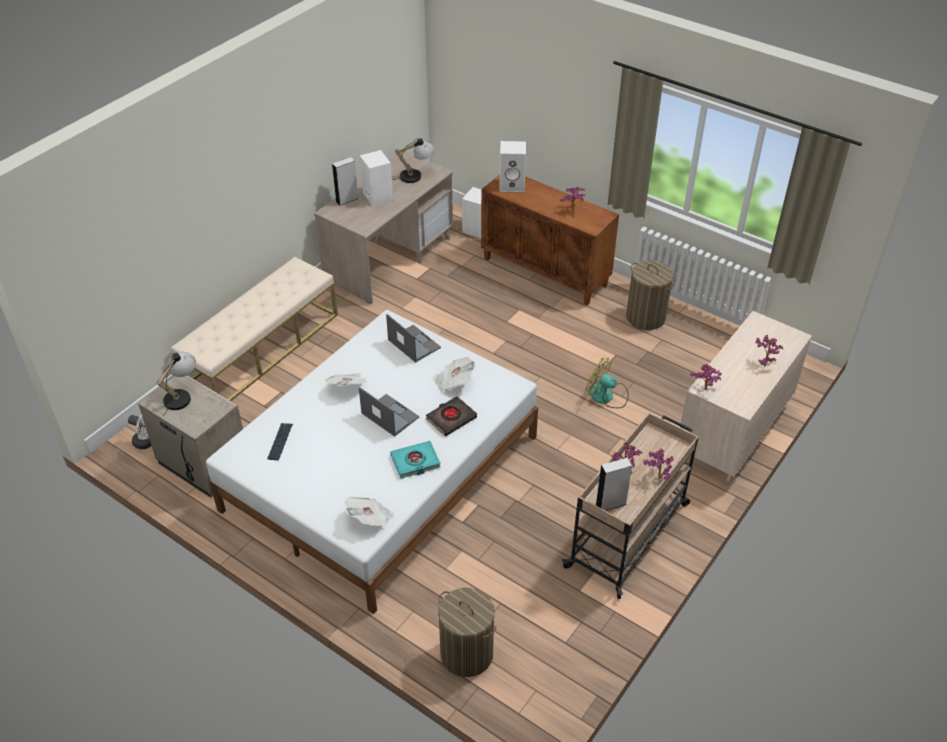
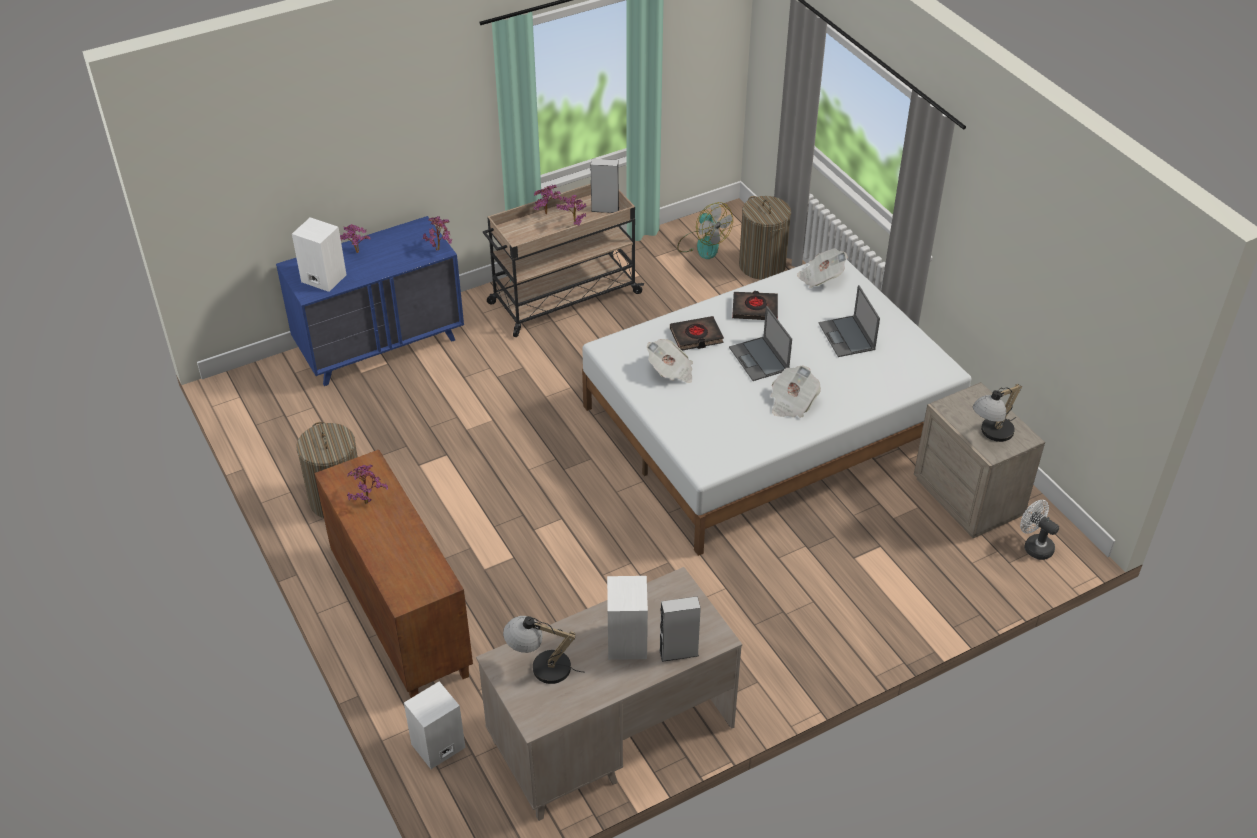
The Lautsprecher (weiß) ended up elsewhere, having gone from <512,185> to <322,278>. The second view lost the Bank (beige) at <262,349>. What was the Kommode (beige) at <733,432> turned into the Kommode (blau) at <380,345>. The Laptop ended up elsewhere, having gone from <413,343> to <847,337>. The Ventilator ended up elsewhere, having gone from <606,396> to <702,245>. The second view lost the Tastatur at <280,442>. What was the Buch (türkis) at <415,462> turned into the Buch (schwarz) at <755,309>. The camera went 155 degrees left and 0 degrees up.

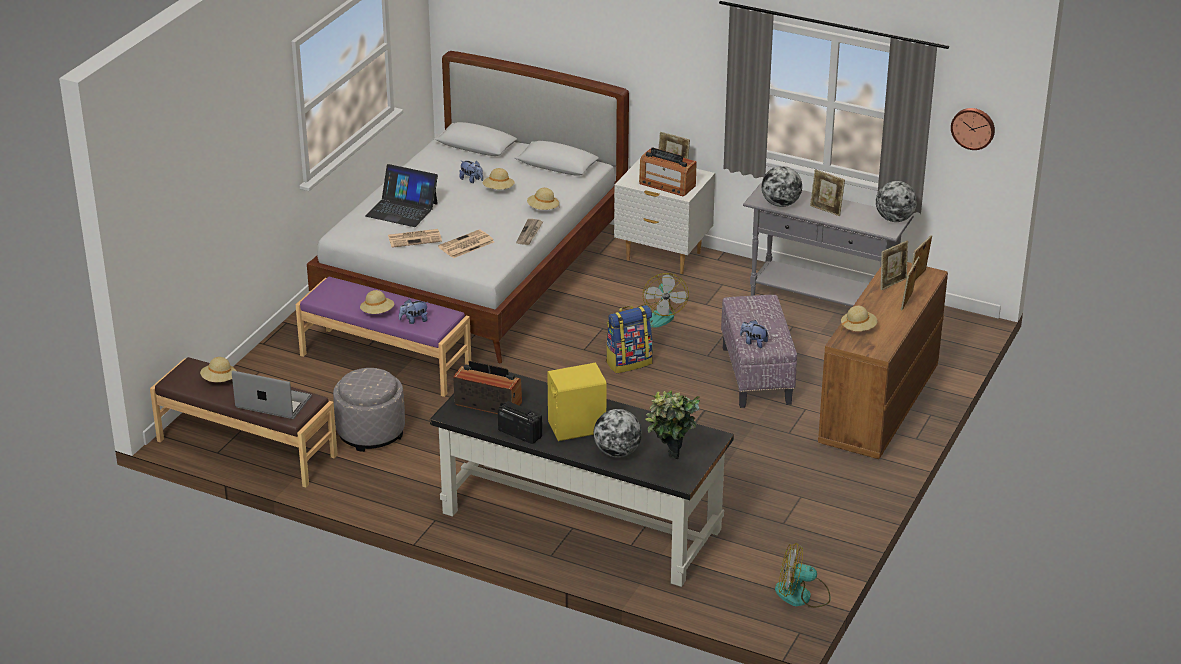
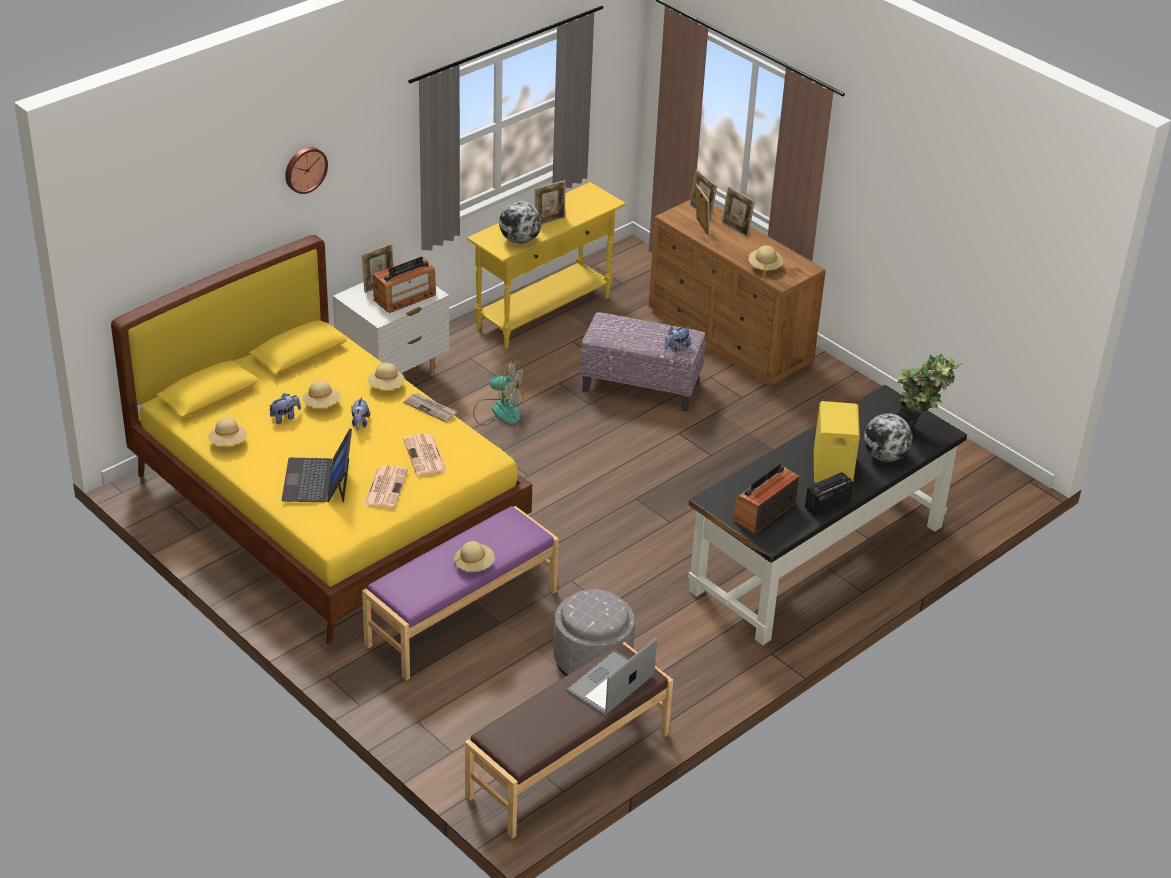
What was the Bett (weiß) at <475,273> turned into the Bett (gelb) at <328,507>. The Wanduhr ended up elsewhere, having gone from <973,128> to <304,169>. The Laptop at <402,209> ended up facing another way, 135 degrees clockwise from before. The second view lost the Globus at <894,219>. What was the Konsolentisch (grau) at <822,303> turned into the Konsolentisch (gelb) at <544,313>. The Plüschtier ended up elsewhere, having gone from <414,320> to <360,423>. The second view lost the Rucksack at <629,362>. The Hut (beige) ended up elsewhere, having gone from <219,380> to <228,443>. The second view lost the Ventilator at <802,595>. The camera went 70 degrees left and 5 degrees up.

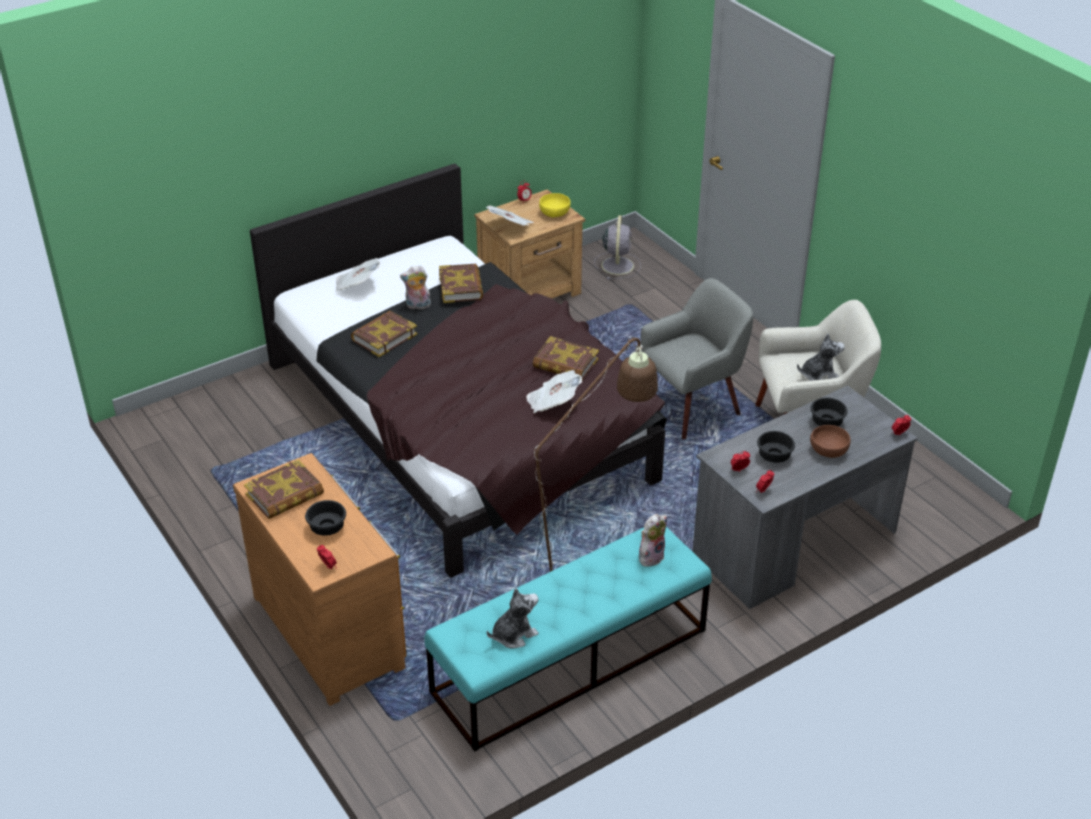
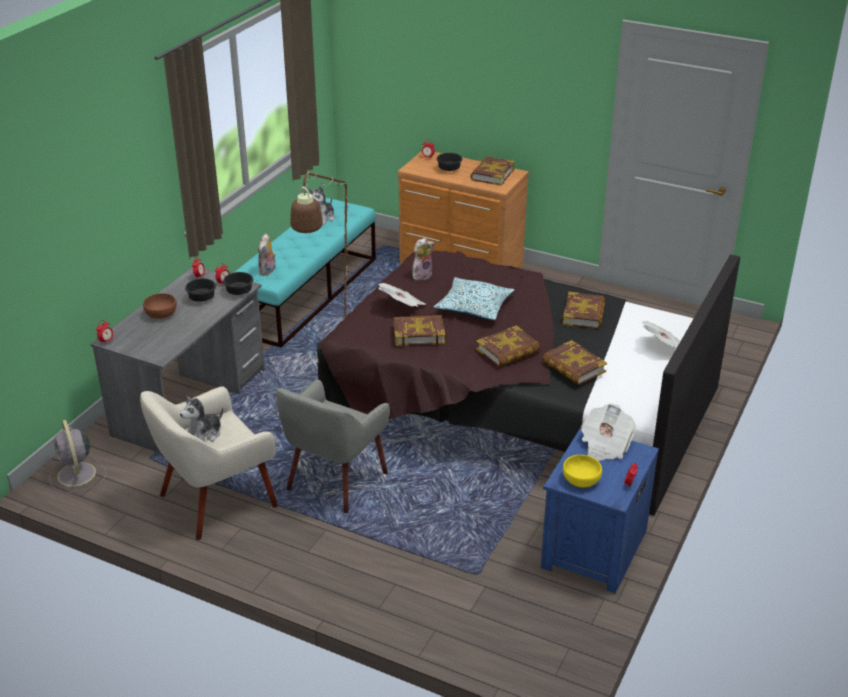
What was the Nachttisch (braun) at <531,291> turned into the Nachttisch (blau) at <592,549>. The Ventilator (grau) ended up elsewhere, having gone from <617,265> to <77,475>. The Plüschtier ended up elsewhere, having gone from <417,306> to <422,275>. The Schüssel (schwarz) ended up elsewhere, having gone from <827,421> to <239,292>. The second view gained the Kissen at <474,307>. The second view gained the Buch at <508,351>. The camera went 150 degrees right and 5 degrees down.

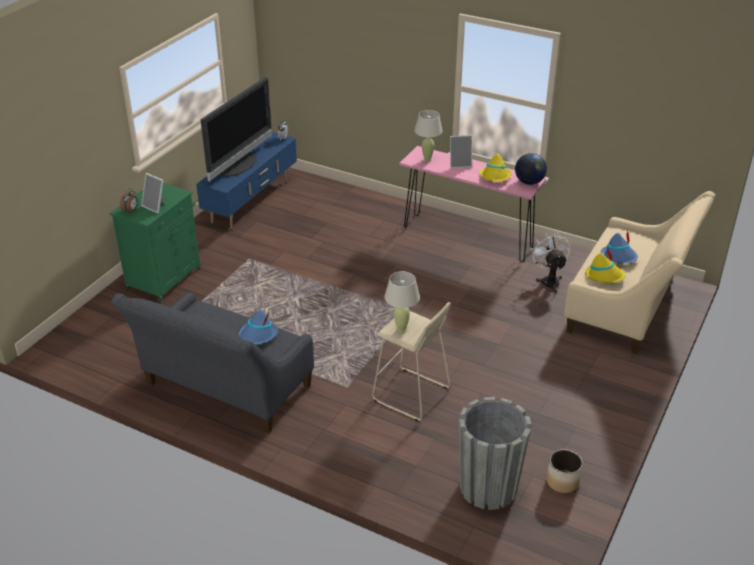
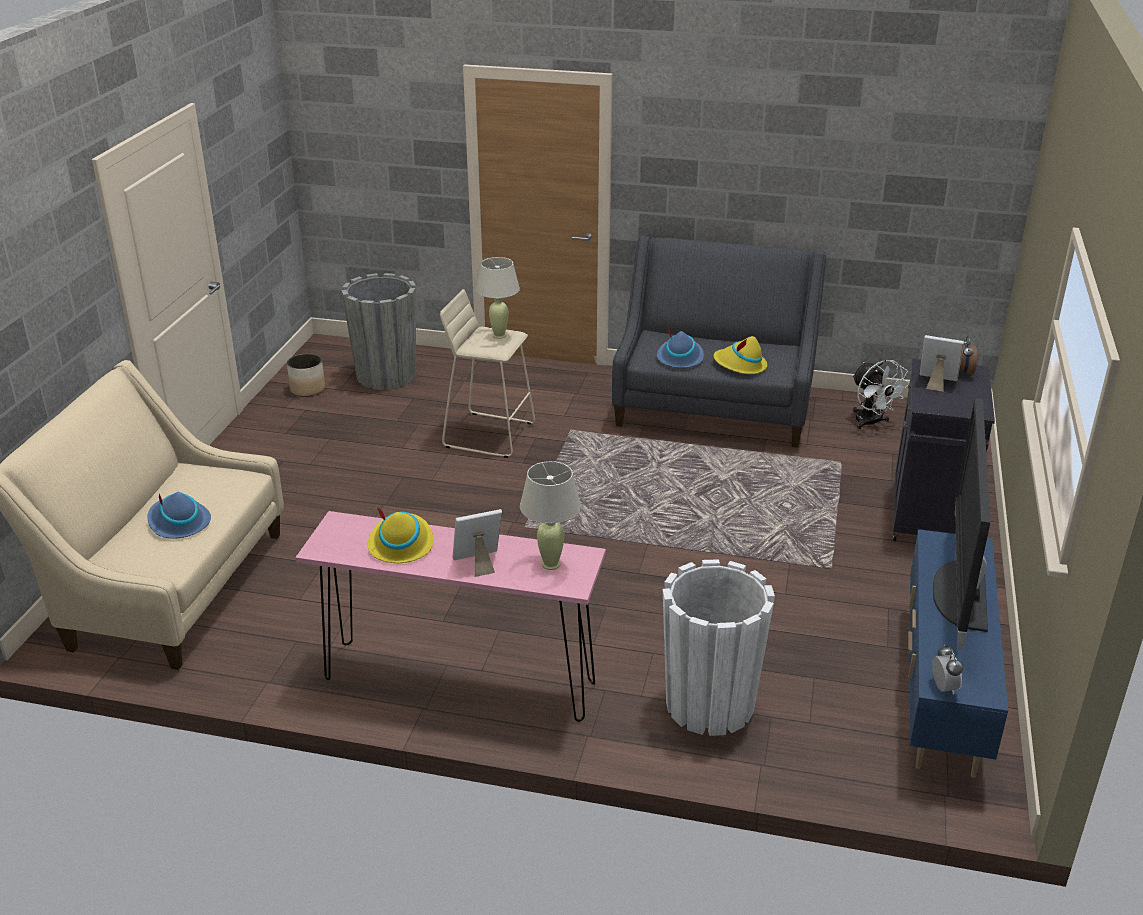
The second view lost the Globus at <529,182>. What was the Schrank (grün) at <165,278> turned into the Schrank (schwarz) at <928,518>. The Ventilator (weiß) ended up elsewhere, having gone from <549,280> to <871,423>. The Hut (gelb) ended up elsewhere, having gone from <604,276> to <740,365>. The second view gained the Pflanzkübel (weiß) at <709,705>. The camera went 165 degrees right and 5 degrees down.

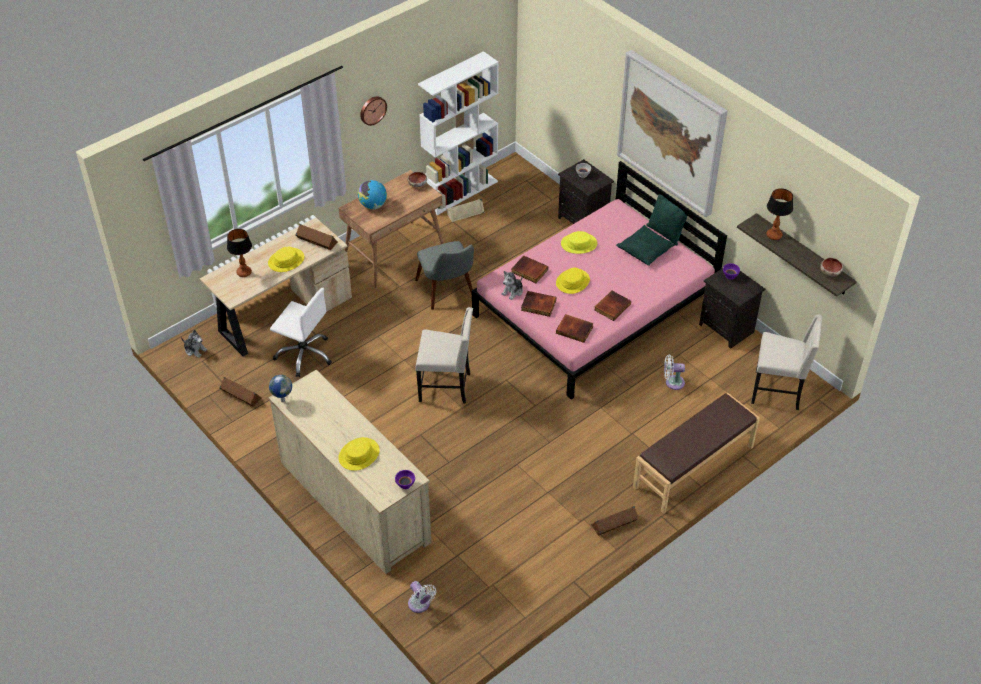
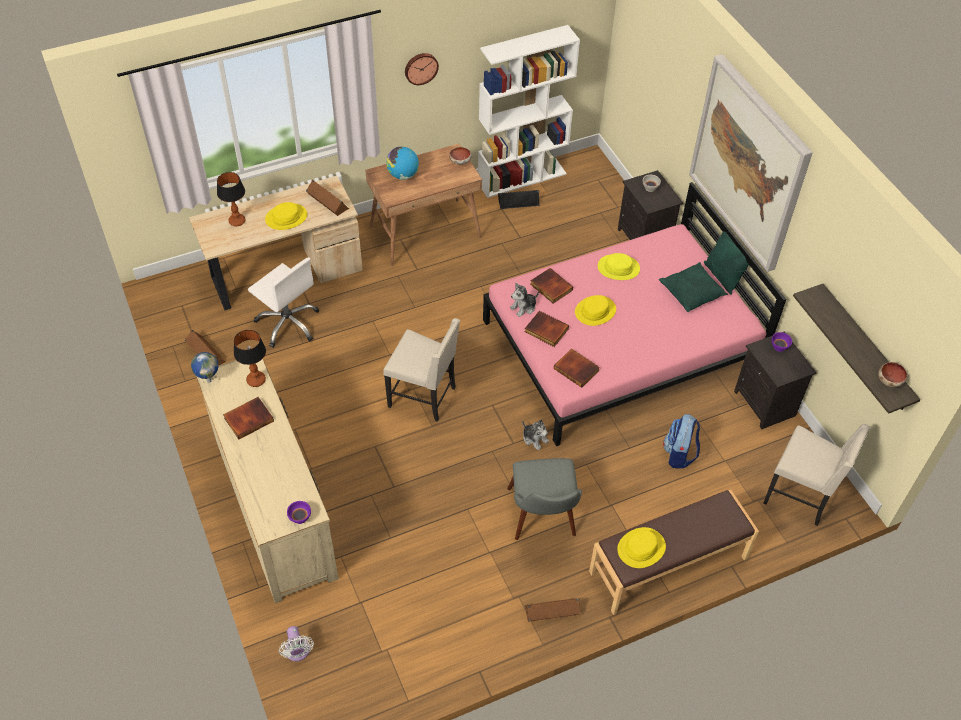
The Tischlampe ended up elsewhere, having gone from <774,235> to <256,380>. What was the Lautsprecher (beige) at <465,212> turned into the Lautsprecher (schwarz) at <518,201>. The Stuhl (grau) ended up elsewhere, having gone from <448,294> to <543,520>. The Buch ended up elsewhere, having gone from <612,306> to <248,419>. The Plüschtier ended up elsewhere, having gone from <195,350> to <534,438>. Where the Ventilator (weiß) stood at <672,382>, the Rucksack came to stand at <679,454>. The Hut (gelb) ended up elsewhere, having gone from <359,455> to <641,548>. The camera went 15 degrees right and 5 degrees up.

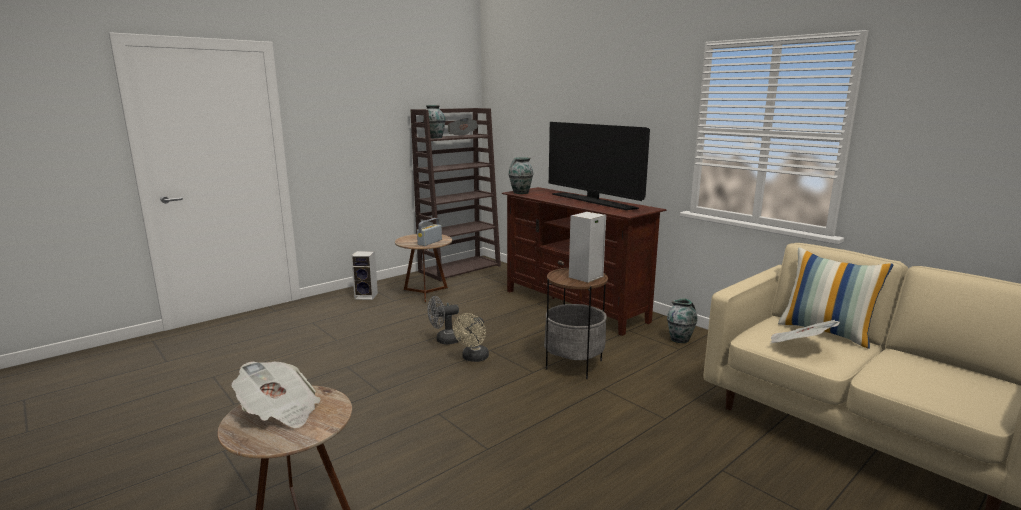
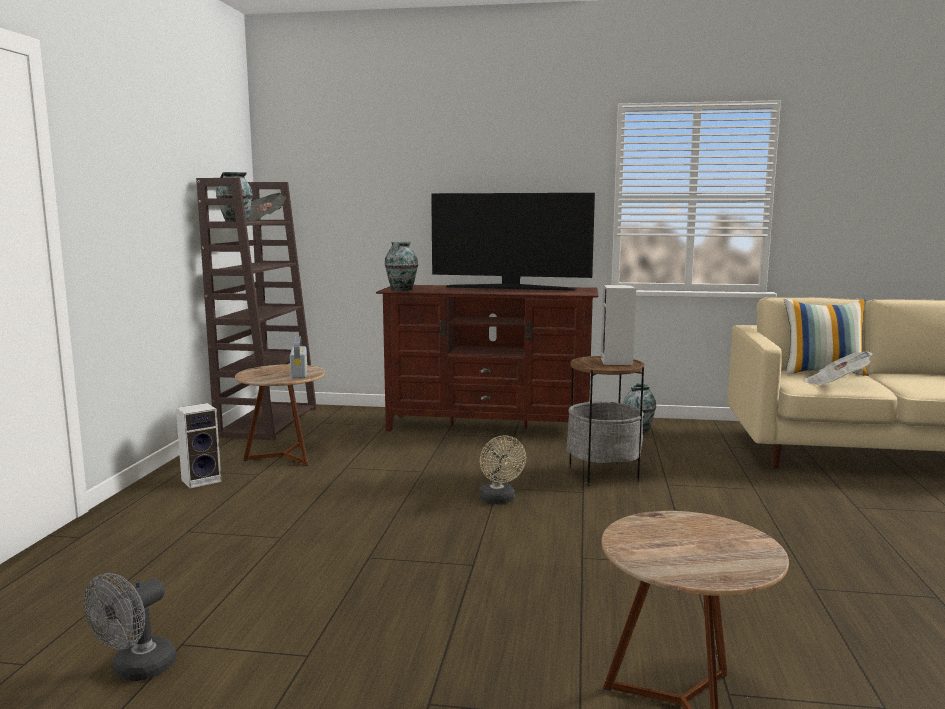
The Ventilator (grau) ended up elsewhere, having gone from <444,340> to <136,671>. The second view lost the Zeitung at <280,412>. The camera went 40 degrees left and 5 degrees down.

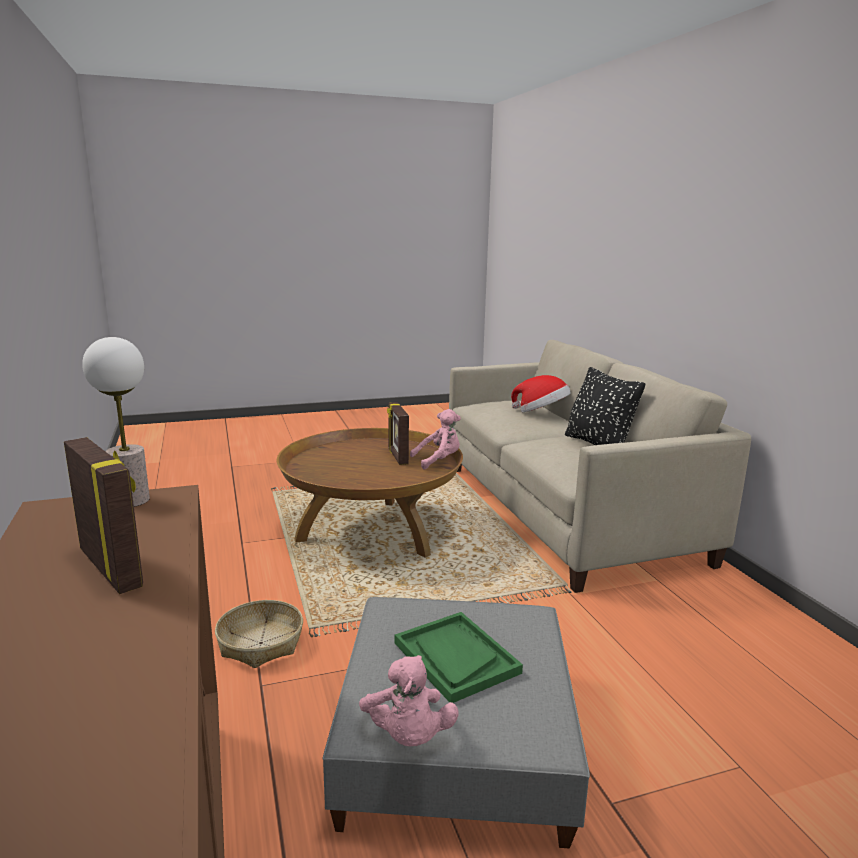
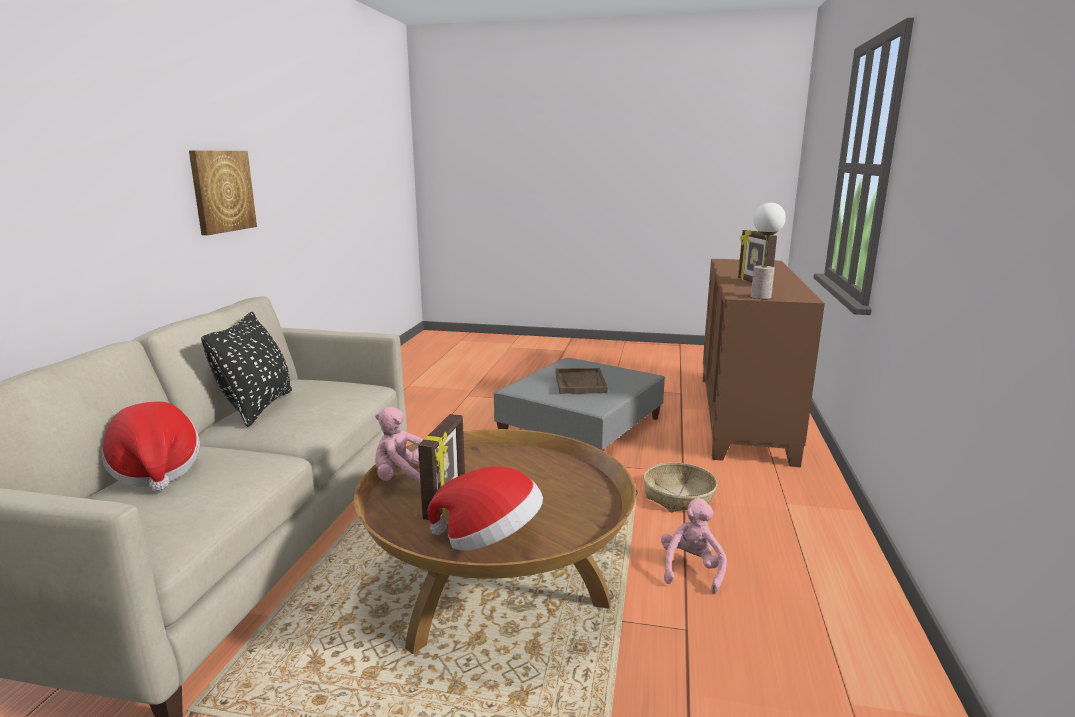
What was the Tablett (grün) at <455,658> turned into the Tablett (braun) at <580,383>. The Plüschtier (rosa) ended up elsewhere, having gone from <408,736> to <691,570>. The second view gained the Bild at <222,191>. The second view gained the Hut at <490,539>. The camera went 150 degrees left and 0 degrees up.

